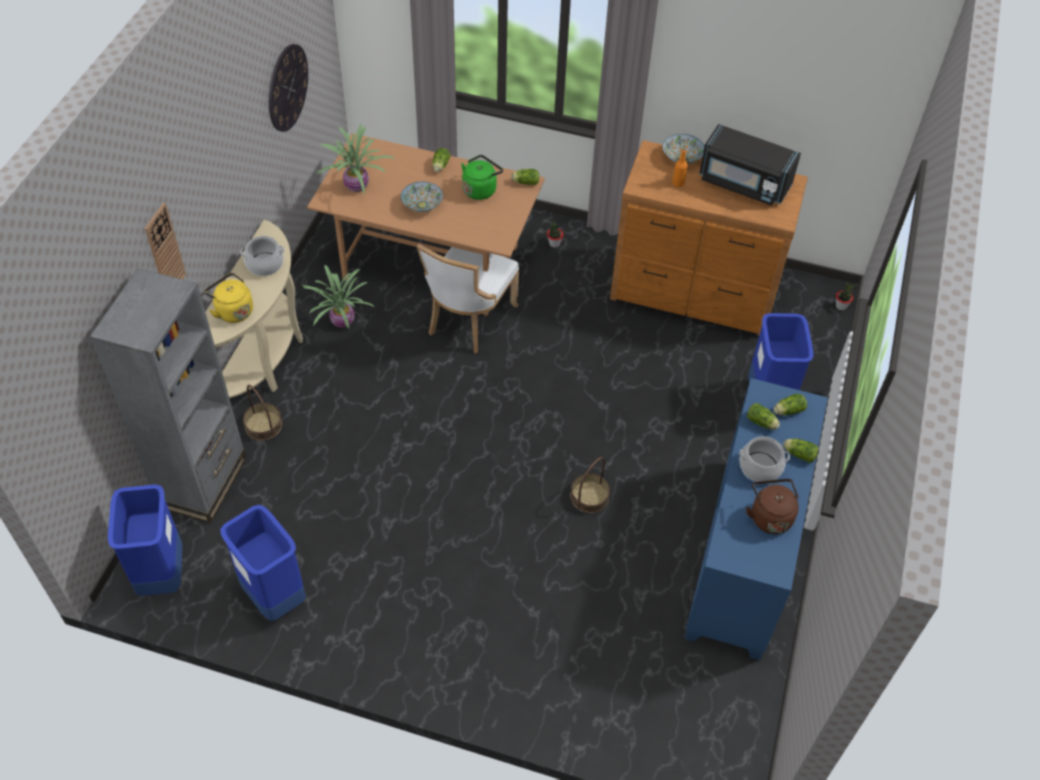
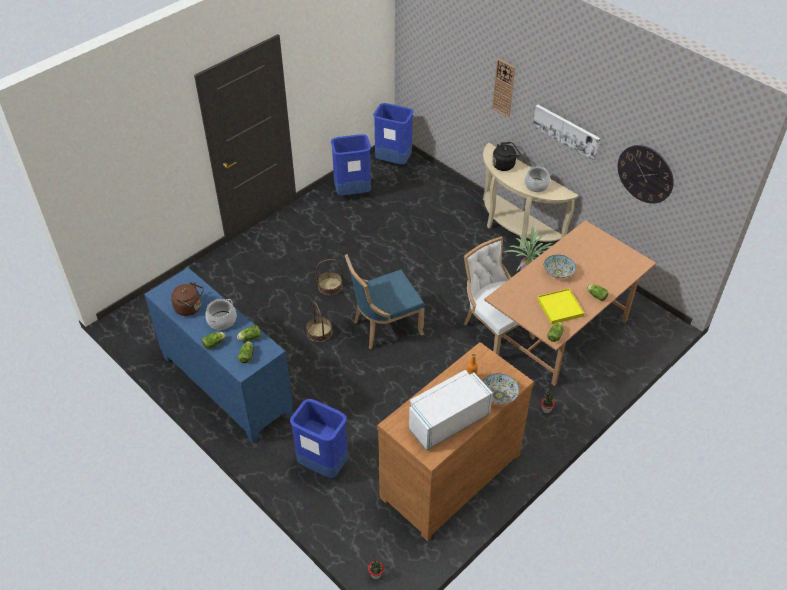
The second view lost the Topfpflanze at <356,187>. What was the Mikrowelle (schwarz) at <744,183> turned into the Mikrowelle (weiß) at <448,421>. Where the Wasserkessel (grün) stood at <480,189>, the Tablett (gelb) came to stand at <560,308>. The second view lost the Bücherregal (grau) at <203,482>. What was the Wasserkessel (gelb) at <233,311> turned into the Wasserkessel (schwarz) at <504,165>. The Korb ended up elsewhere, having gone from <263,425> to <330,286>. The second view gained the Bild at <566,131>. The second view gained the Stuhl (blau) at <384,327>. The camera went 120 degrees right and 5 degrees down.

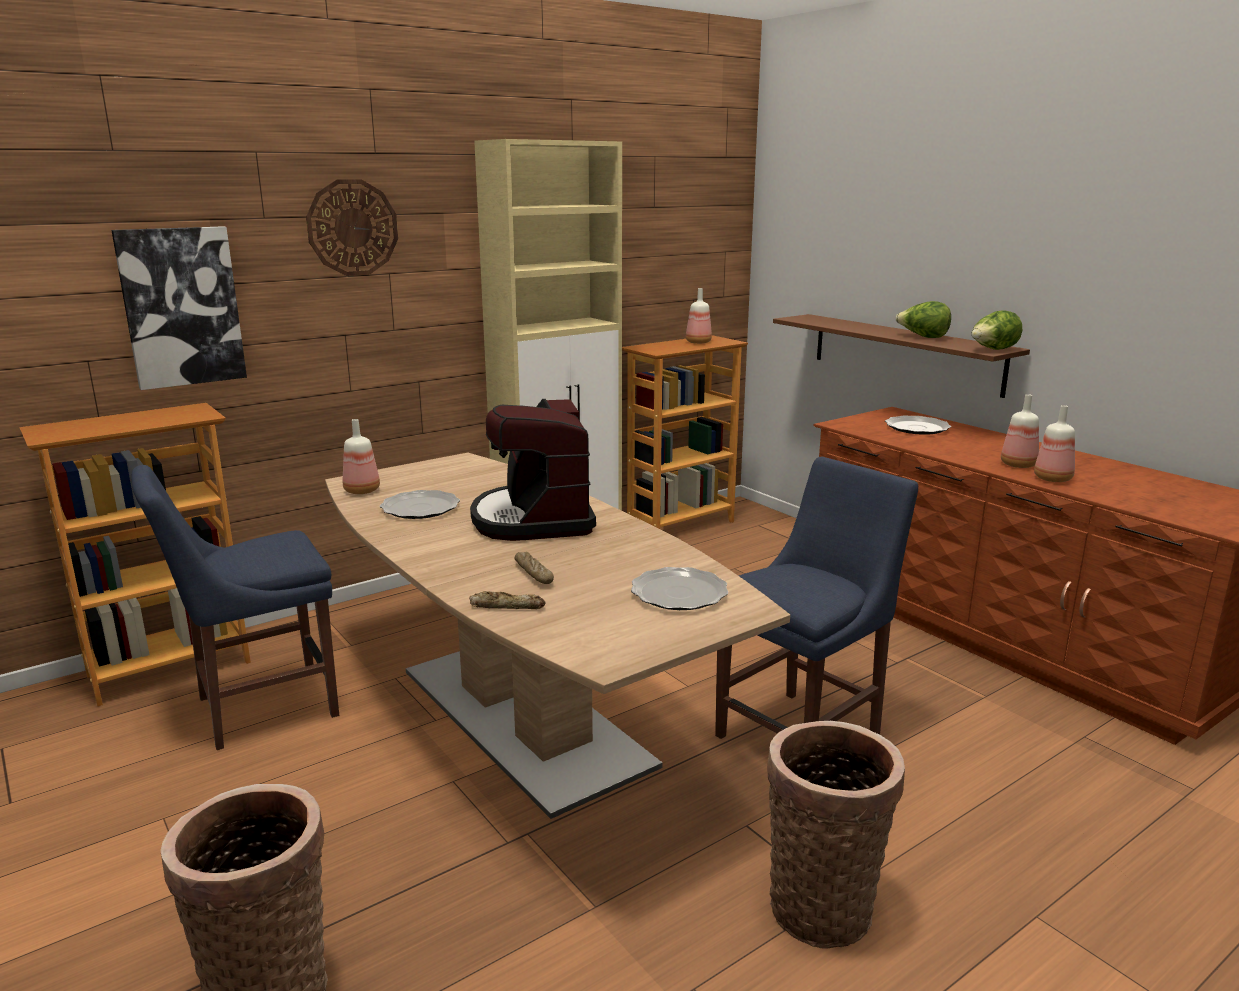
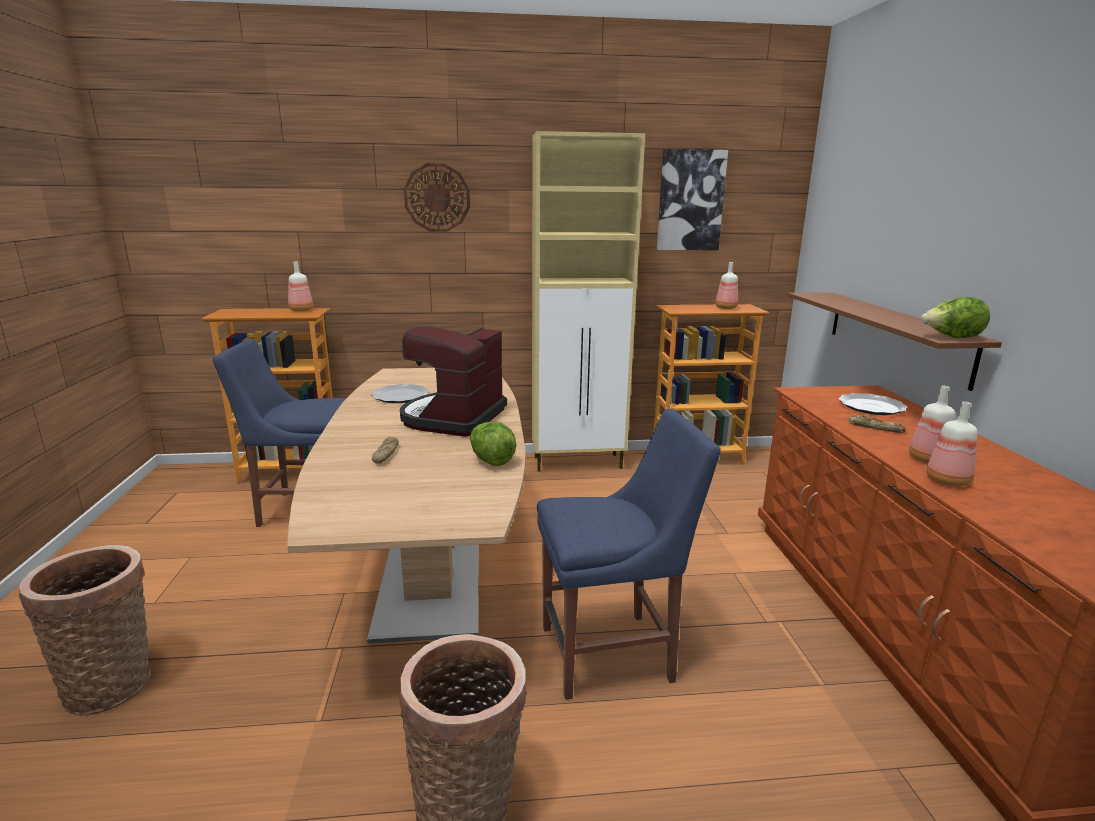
The Bild ended up elsewhere, having gone from <181,307> to <690,200>. The Salatkopf ended up elsewhere, having gone from <923,337> to <491,460>. The Flasche ended up elsewhere, having gone from <363,491> to <301,310>. The second view lost the Teller at <678,593>. The Brot ended up elsewhere, having gone from <507,606> to <875,428>. The camera went 30 degrees right and 0 degrees up.

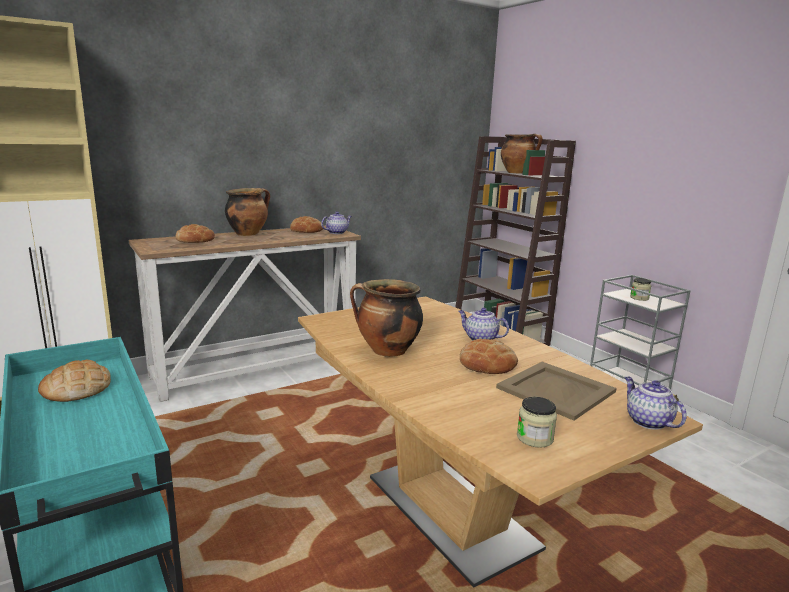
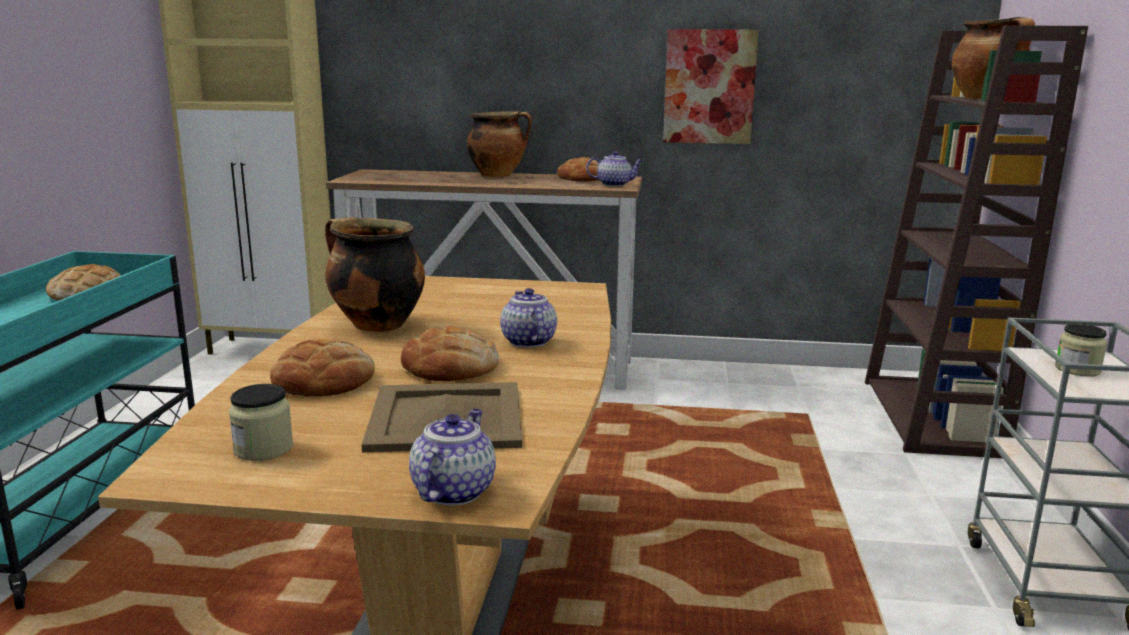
The Brot ended up elsewhere, having gone from <195,240> to <324,381>. The second view gained the Bild at <709,87>. The camera went 40 degrees right and 0 degrees up.

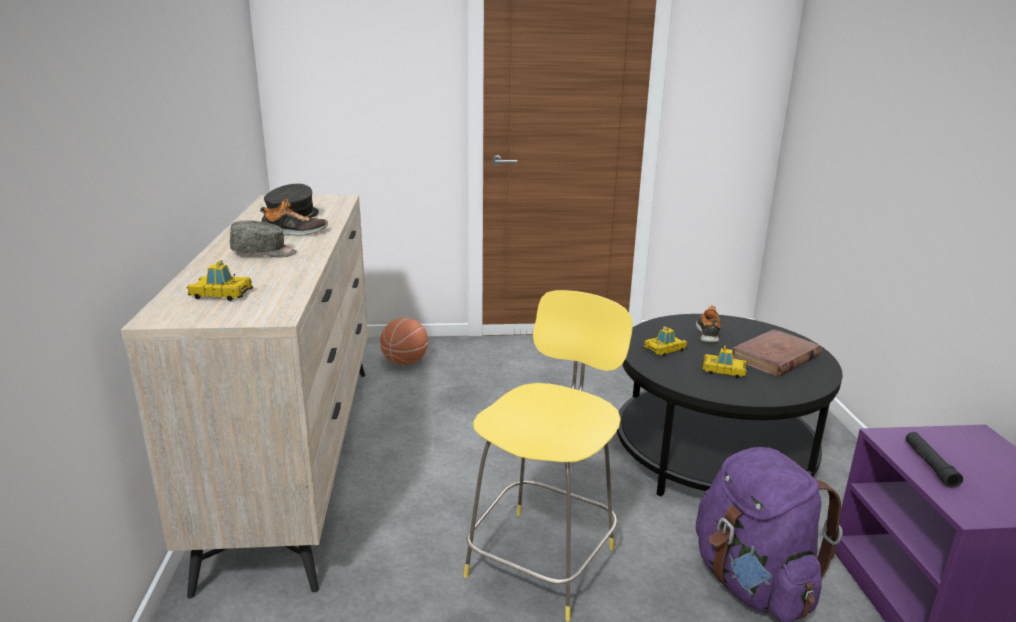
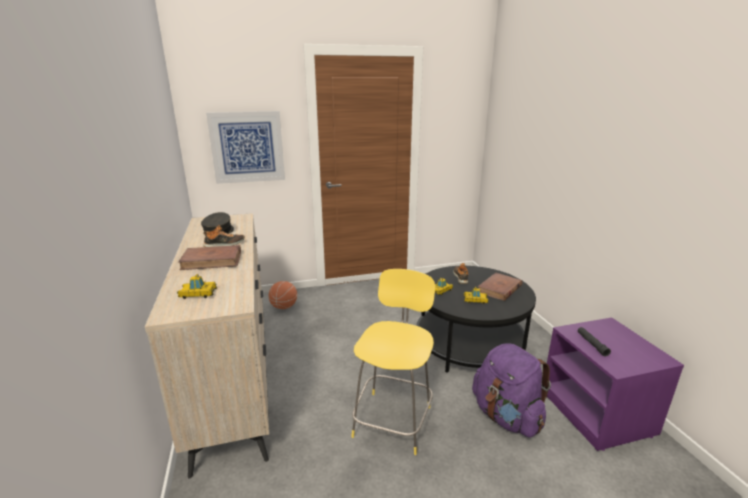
Where the Kappe (grau) stood at <264,252>, the Buch (braun) came to stand at <212,260>. The second view gained the Bild at <247,147>. The camera went 10 degrees left and 0 degrees up.

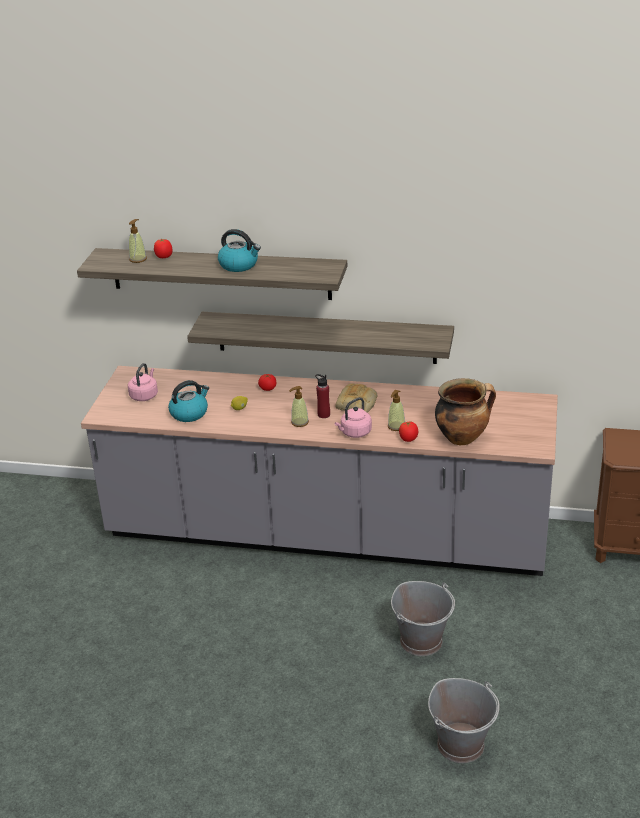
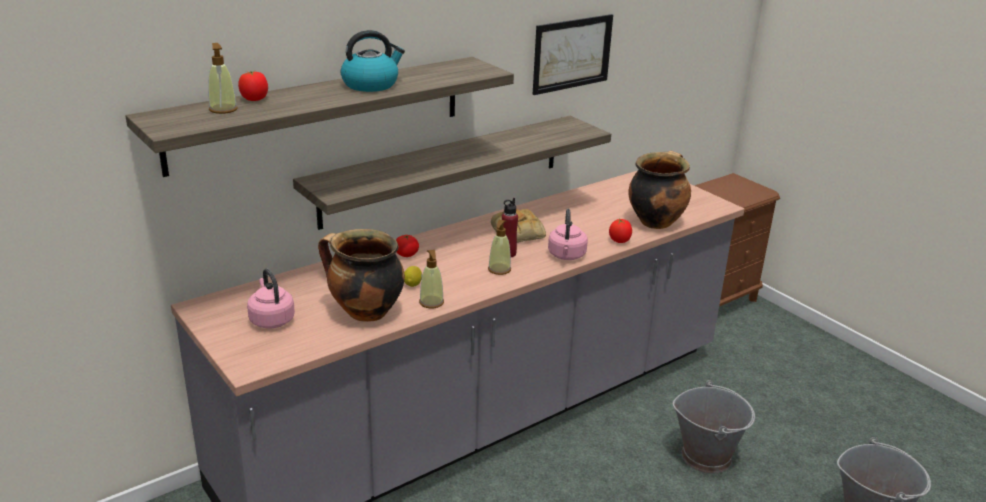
Where the Wasserkessel stood at <189,413>, the Kochtopf came to stand at <364,312>. The Seifenspender ended up elsewhere, having gone from <396,426> to <431,302>. The second view gained the Bild at <572,53>. The camera went 50 degrees left and 5 degrees down.

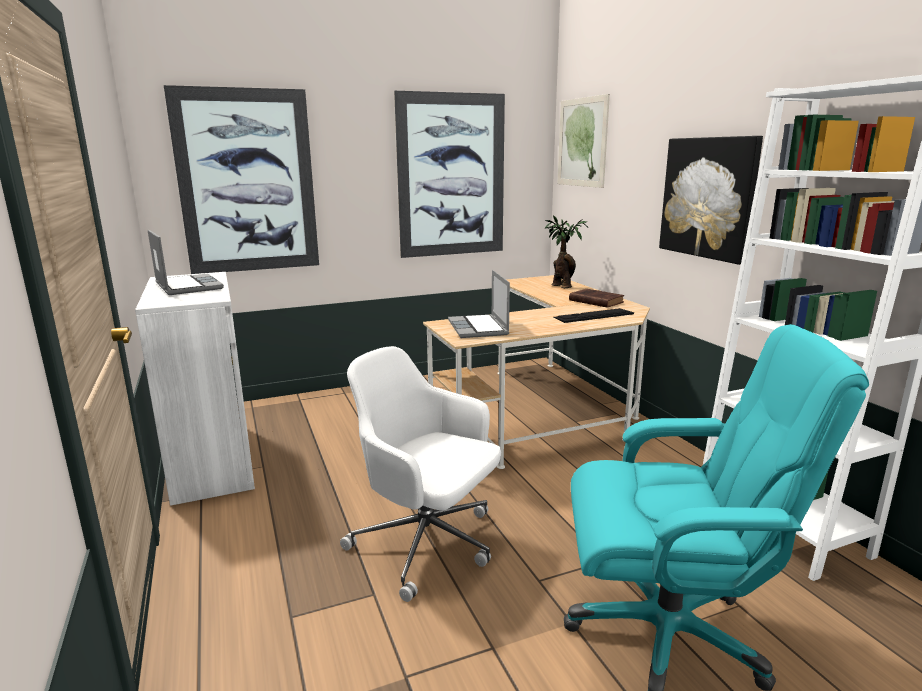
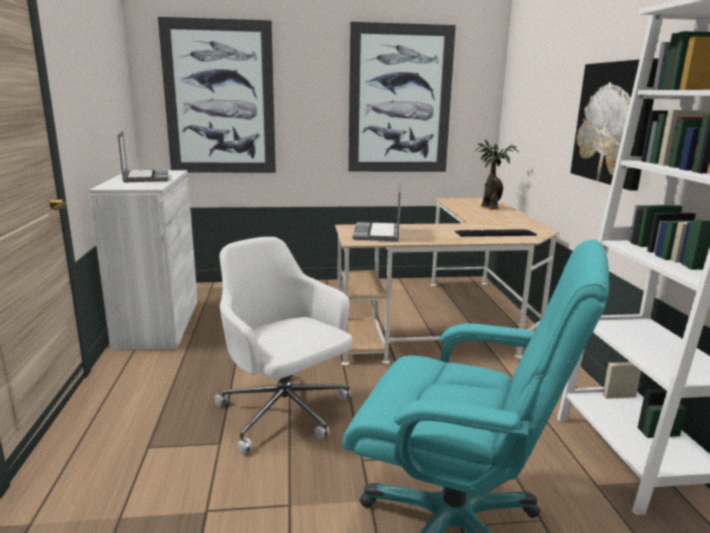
The second view lost the Bild at <582,142>. The second view lost the Buch (braun) at <595,301>. The camera went 15 degrees right and 0 degrees up.

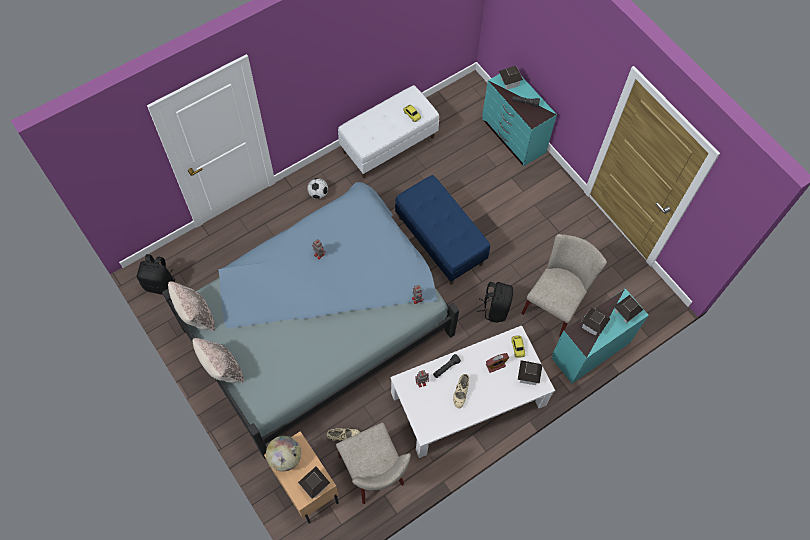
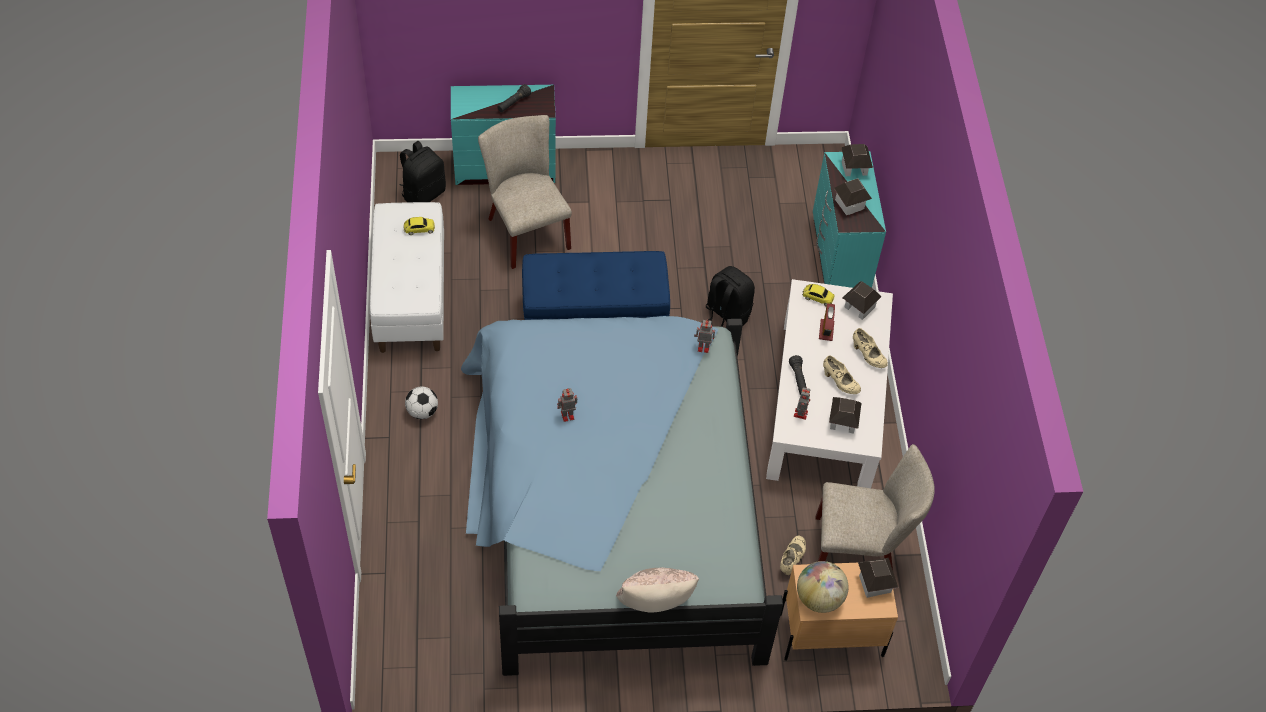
The Spielzeughaus ended up elsewhere, having gone from <509,82> to <842,422>. The Stuhl (beige) ended up elsewhere, having gone from <555,302> to <525,230>. The Rucksack (schwarz) ended up elsewhere, having gone from <160,284> to <423,193>. The second view lost the Kissen (beige) at <195,315>. The second view gained the Schuh (beige) at <868,356>. The camera went 60 degrees left and 10 degrees down.

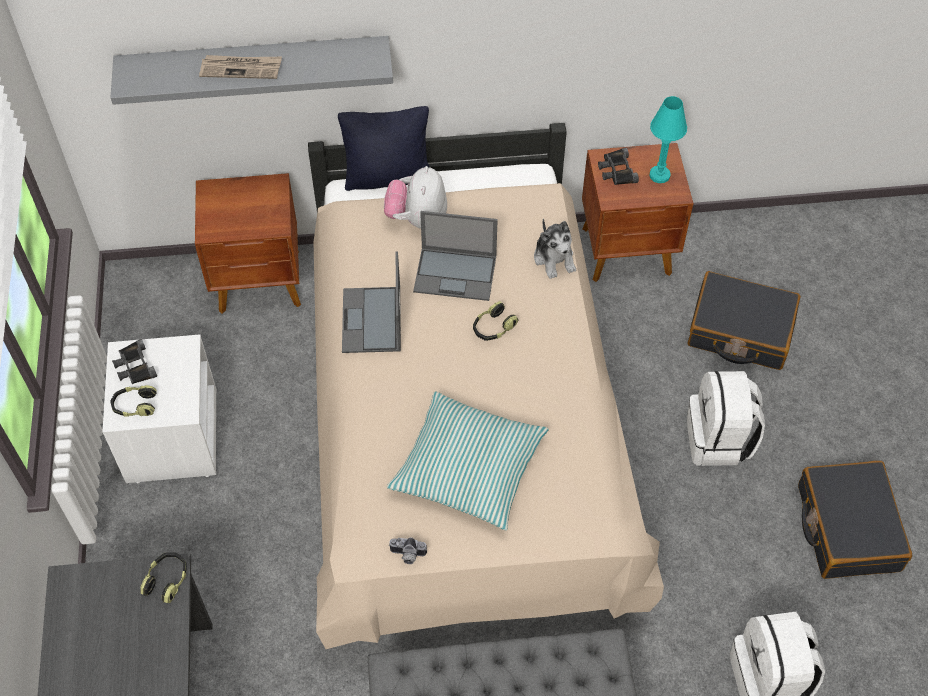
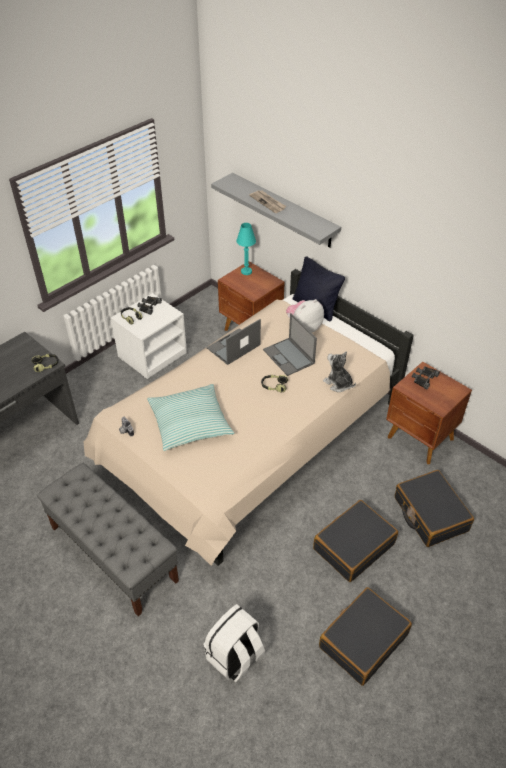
The Tischlampe (türkis) ended up elsewhere, having gone from <659,175> to <246,271>. The Plüschtier at <554,258> ended up facing another way, 105 degrees clockwise from before. Where the Rucksack (weiß) stood at <718,440>, the Koffer (schwarz) came to stand at <353,546>. The camera went 50 degrees right and 10 degrees down.

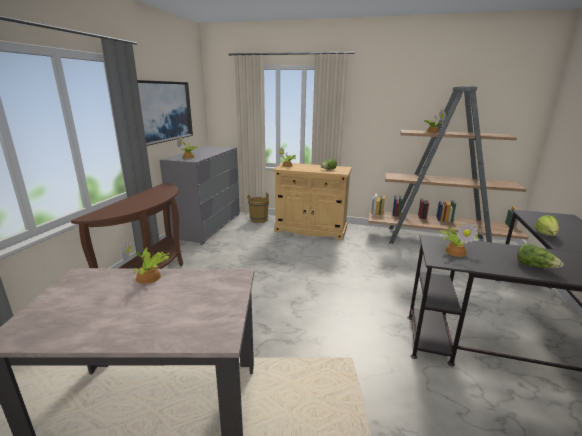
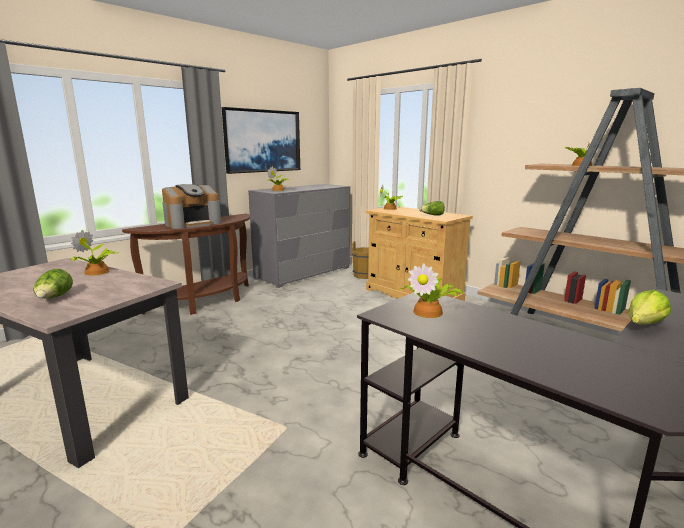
The Salatkopf ended up elsewhere, having gone from <534,266> to <54,298>. The second view gained the Kaffeemaschine at <193,223>. The camera went 30 degrees right and 5 degrees down.

